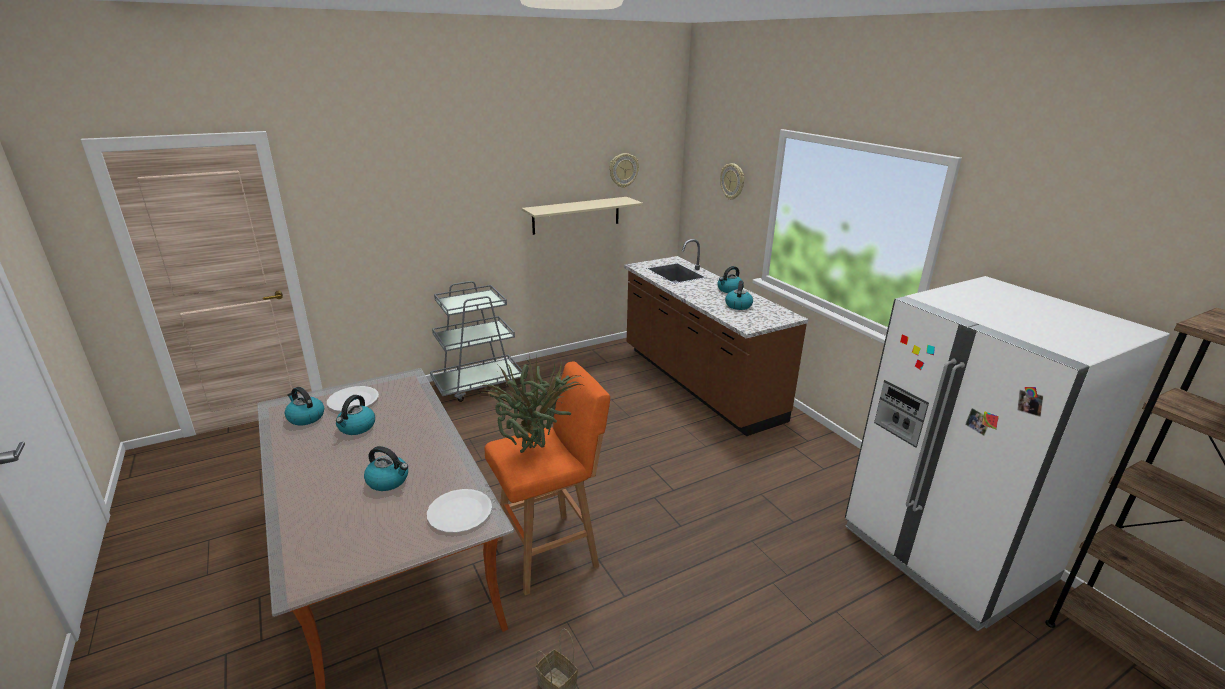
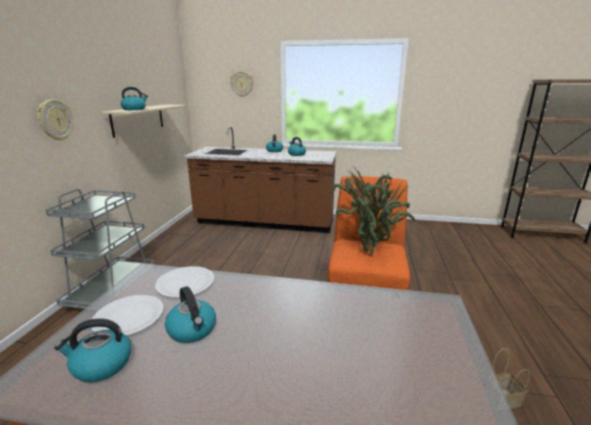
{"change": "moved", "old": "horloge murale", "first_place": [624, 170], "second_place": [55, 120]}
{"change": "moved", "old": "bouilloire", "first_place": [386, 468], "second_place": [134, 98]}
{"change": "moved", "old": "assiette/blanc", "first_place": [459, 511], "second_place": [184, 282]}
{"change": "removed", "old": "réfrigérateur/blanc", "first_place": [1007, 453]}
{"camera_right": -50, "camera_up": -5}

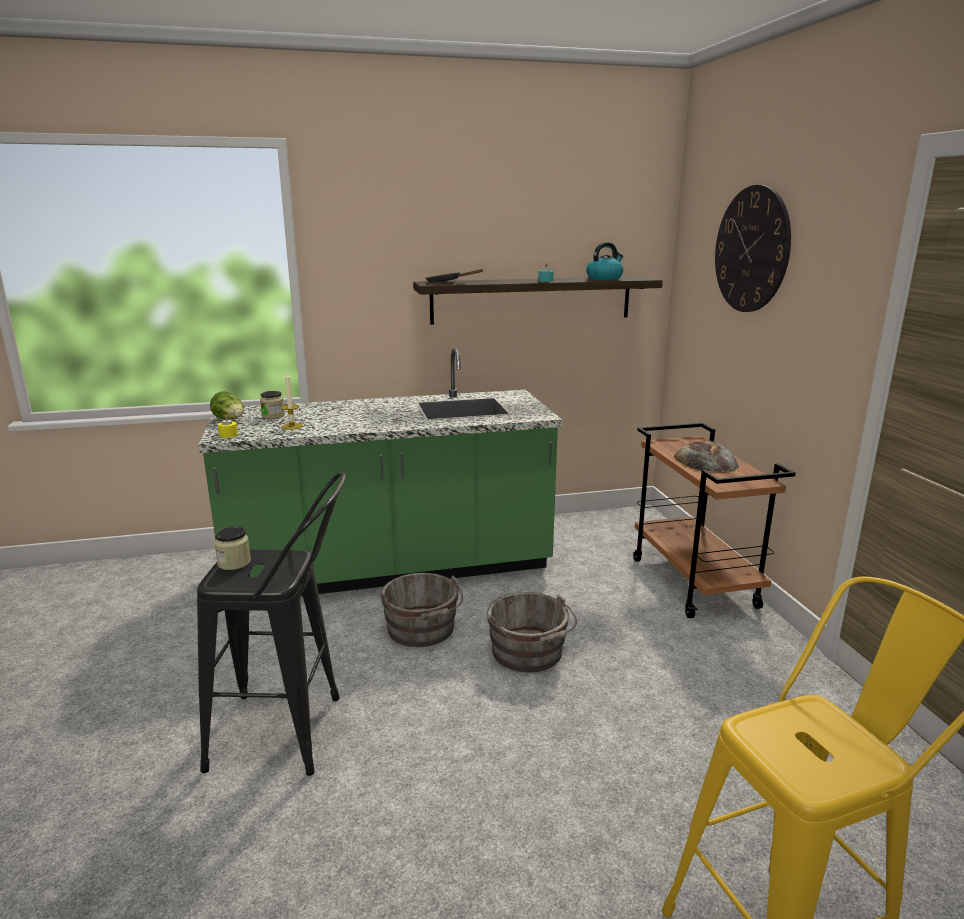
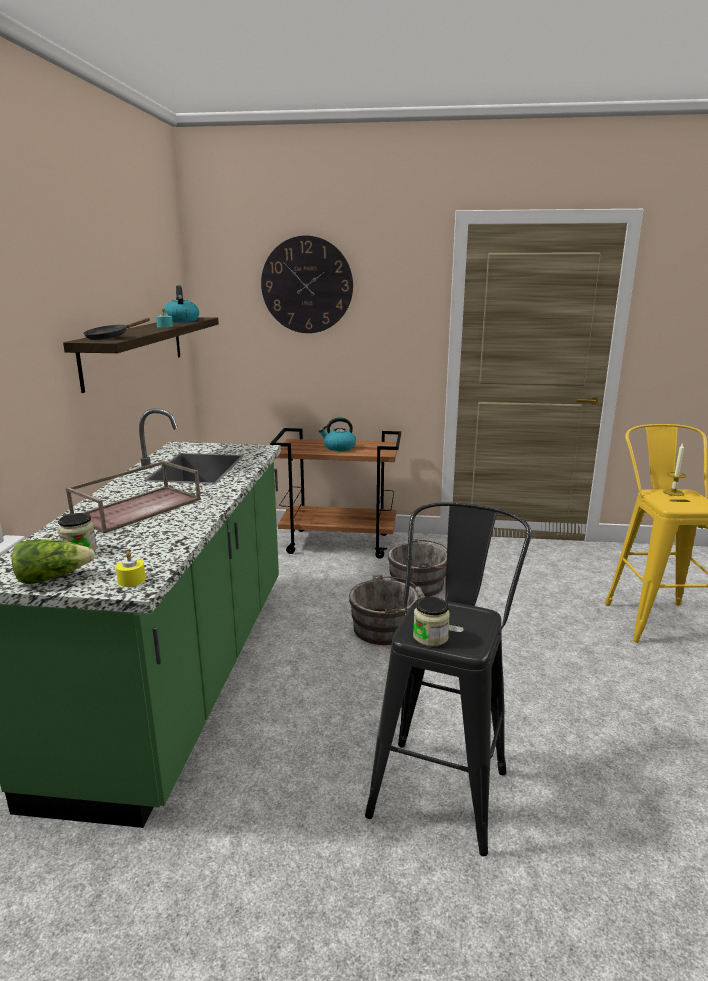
{"change": "added", "new": "plateau/marron", "second_place": [133, 497]}
{"change": "replaced", "old": "pain", "new": "bouilloire", "first_place": [706, 456], "second_place": [337, 434]}
{"change": "moved", "old": "seau/gris", "first_place": [421, 610], "second_place": [417, 567]}
{"change": "moved", "old": "bougie", "first_place": [292, 401], "second_place": [674, 469]}
{"camera_right": -70, "camera_up": 0}

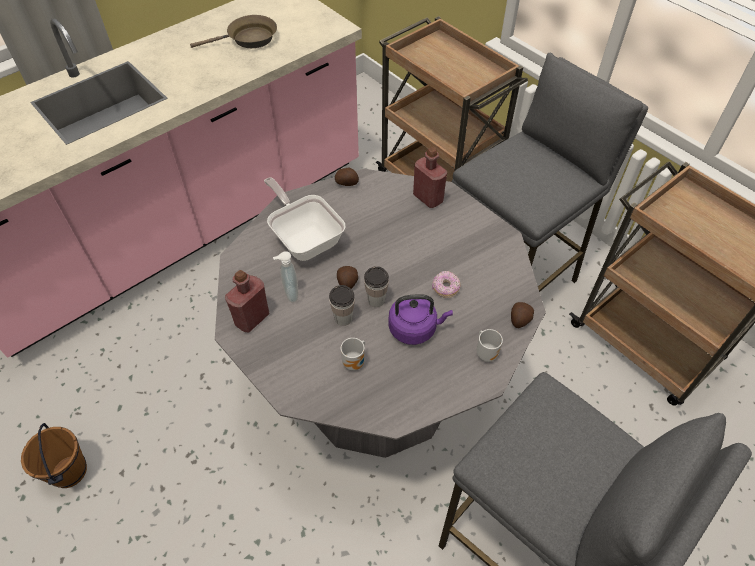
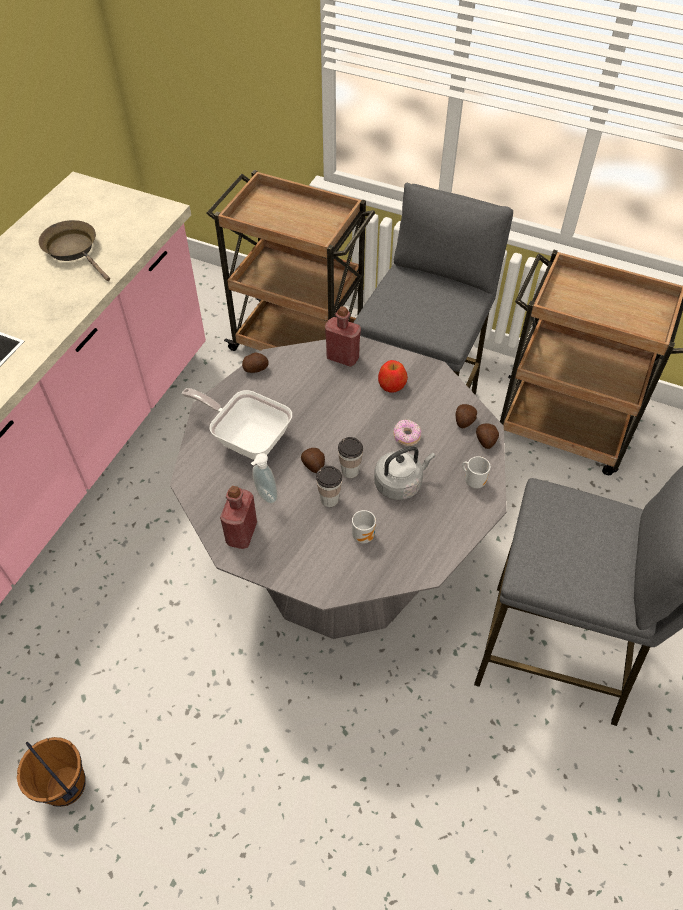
{"change": "turned", "old": "poêle/marron", "first_place": [233, 31], "second_place": [74, 250], "degrees": -90}
{"change": "recoloured", "old": "bouilloire/violet", "new": "bouilloire/gris", "first_place": [420, 320], "second_place": [404, 473]}
{"change": "added", "new": "pomme", "second_place": [393, 376]}
{"change": "added", "new": "pomme de terre", "second_place": [466, 416]}
{"camera_right": -25, "camera_up": 0}

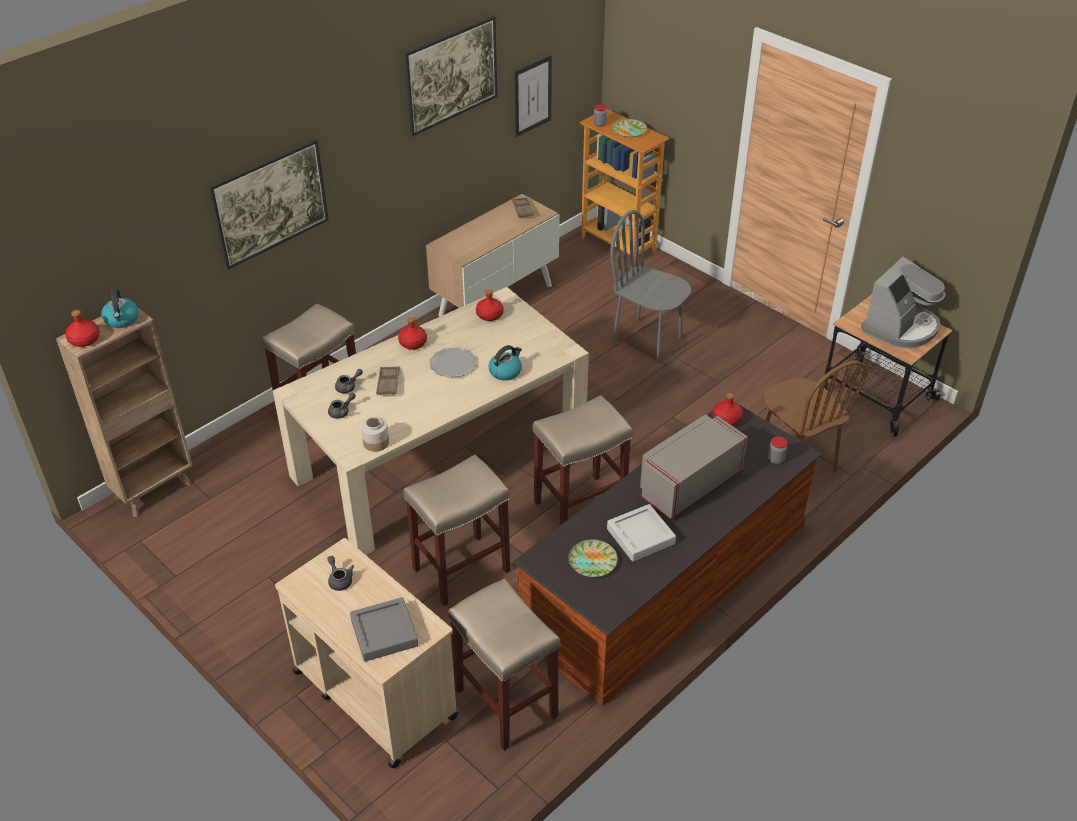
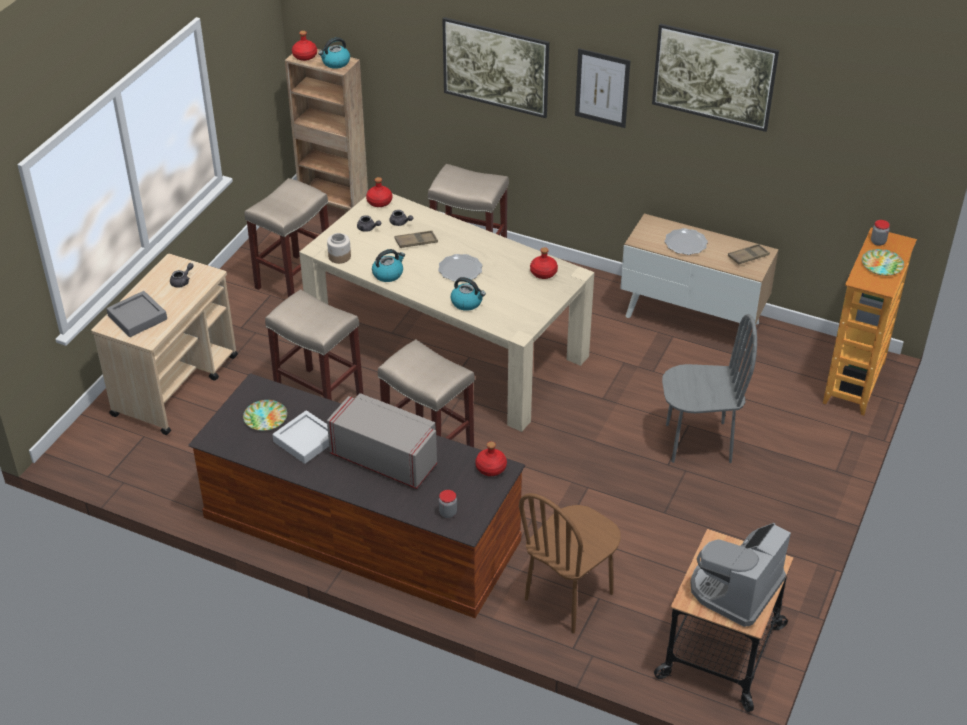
{"change": "moved", "old": "tabouret/beige", "first_place": [504, 664], "second_place": [288, 237]}
{"change": "moved", "old": "bouteille/rouge", "first_place": [412, 333], "second_place": [379, 192]}
{"change": "added", "new": "bouilloire", "second_place": [388, 265]}
{"change": "moved", "old": "tableau", "first_place": [533, 96], "second_place": [602, 88]}
{"change": "turned", "old": "chaise/gris", "first_place": [650, 286], "second_place": [709, 388], "degrees": 75}
{"change": "added", "new": "assiette", "second_place": [686, 241]}
{"change": "turned", "old": "machine à café", "first_place": [903, 302], "second_place": [740, 575], "degrees": 105}
{"camera_right": 70, "camera_up": 0}

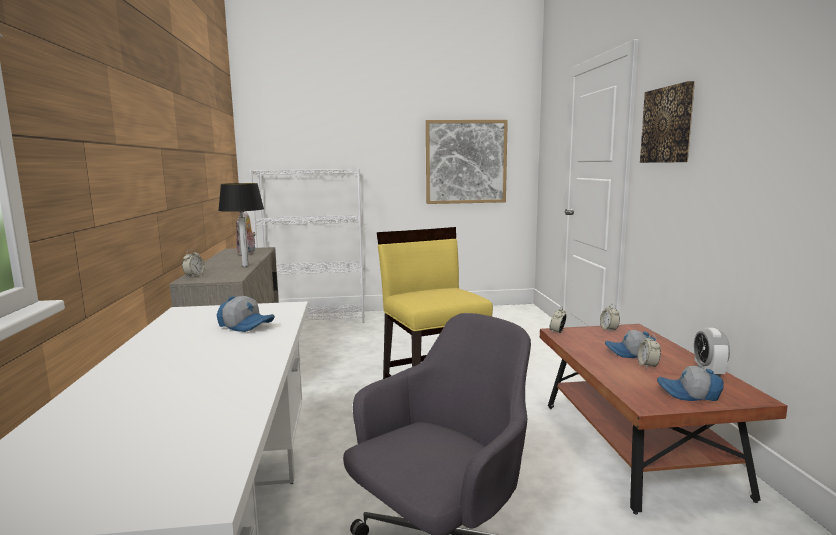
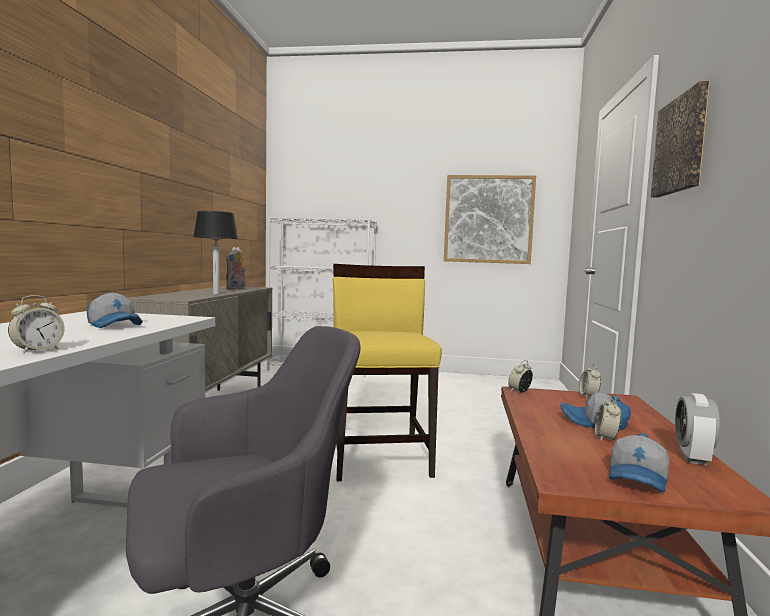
{"change": "moved", "old": "réveil", "first_place": [193, 263], "second_place": [36, 324]}
{"change": "turned", "old": "casquette", "first_place": [690, 383], "second_place": [639, 462], "degrees": -90}
{"camera_right": 15, "camera_up": -5}

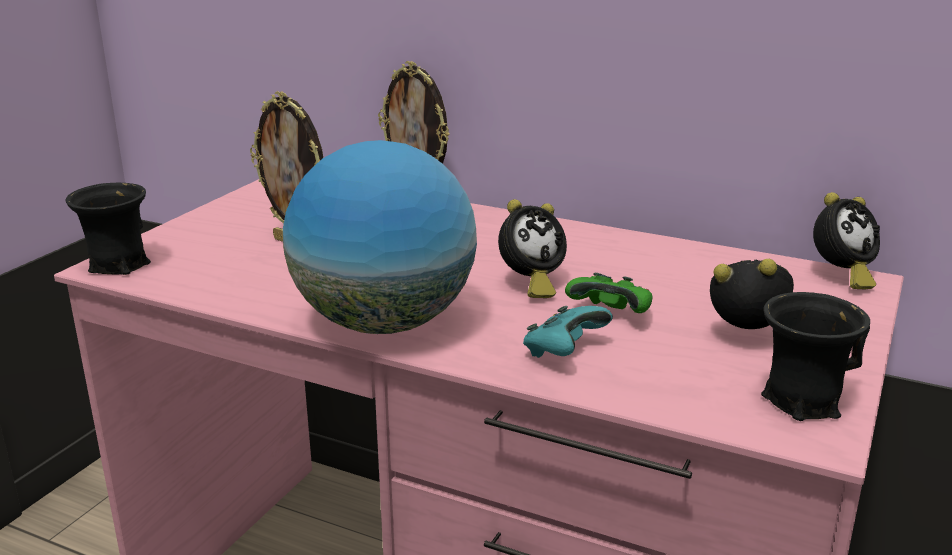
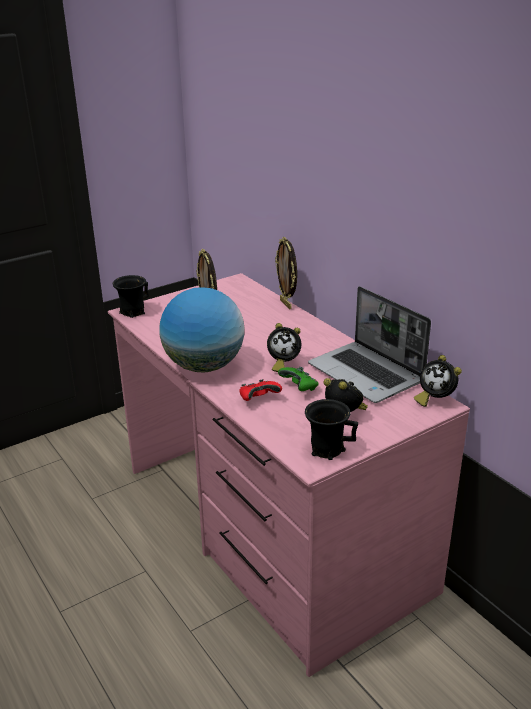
{"change": "recoloured", "old": "manette/turquoise", "new": "manette/rouge", "first_place": [568, 332], "second_place": [260, 390]}
{"change": "added", "new": "ordinateur portable", "second_place": [369, 344]}
{"change": "turned", "old": "réveil", "first_place": [846, 240], "second_place": [438, 381], "degrees": 45}
{"camera_right": 30, "camera_up": 5}

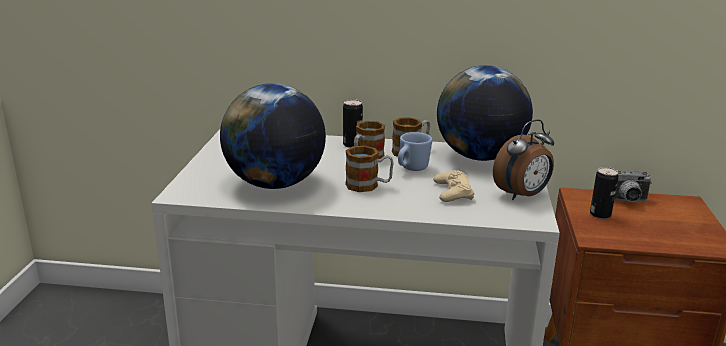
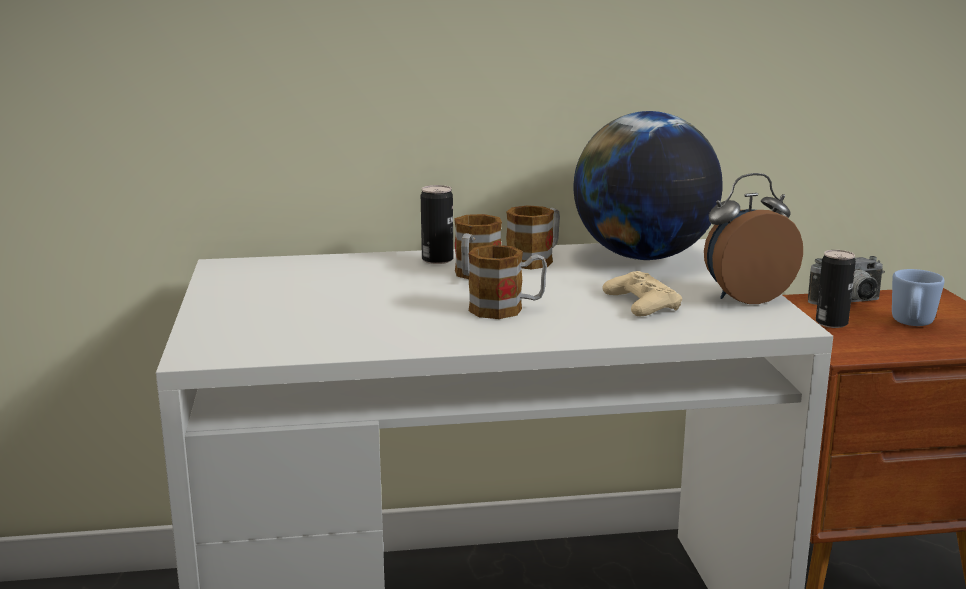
{"change": "turned", "old": "réveil", "first_place": [523, 160], "second_place": [753, 238], "degrees": -150}
{"change": "moved", "old": "mug/bleu", "first_place": [415, 151], "second_place": [918, 297]}
{"change": "removed", "old": "globe", "first_place": [273, 136]}
{"camera_right": -15, "camera_up": -5}

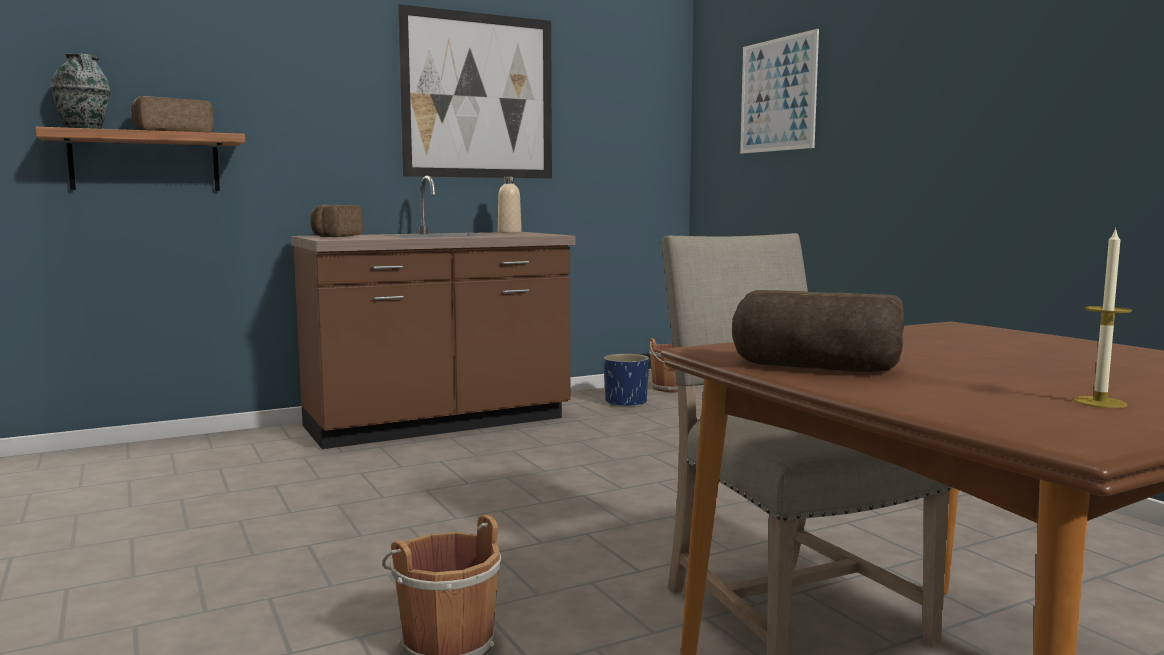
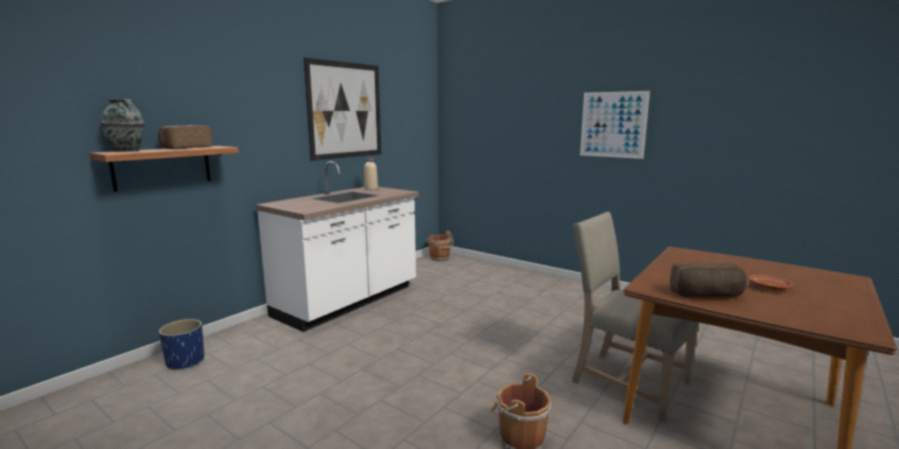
{"change": "moved", "old": "cache-pot/bleu", "first_place": [626, 380], "second_place": [181, 344]}
{"change": "recoloured", "old": "comptoir de cuisine/marron", "new": "comptoir de cuisine/blanc", "first_place": [433, 312], "second_place": [337, 246]}
{"change": "moved", "old": "tableau", "first_place": [779, 91], "second_place": [615, 125]}
{"change": "added", "new": "assiette/marron", "second_place": [771, 283]}
{"change": "removed", "old": "pain", "first_place": [336, 220]}
{"change": "removed", "old": "bougie", "first_place": [1103, 317]}
{"camera_right": -25, "camera_up": 5}

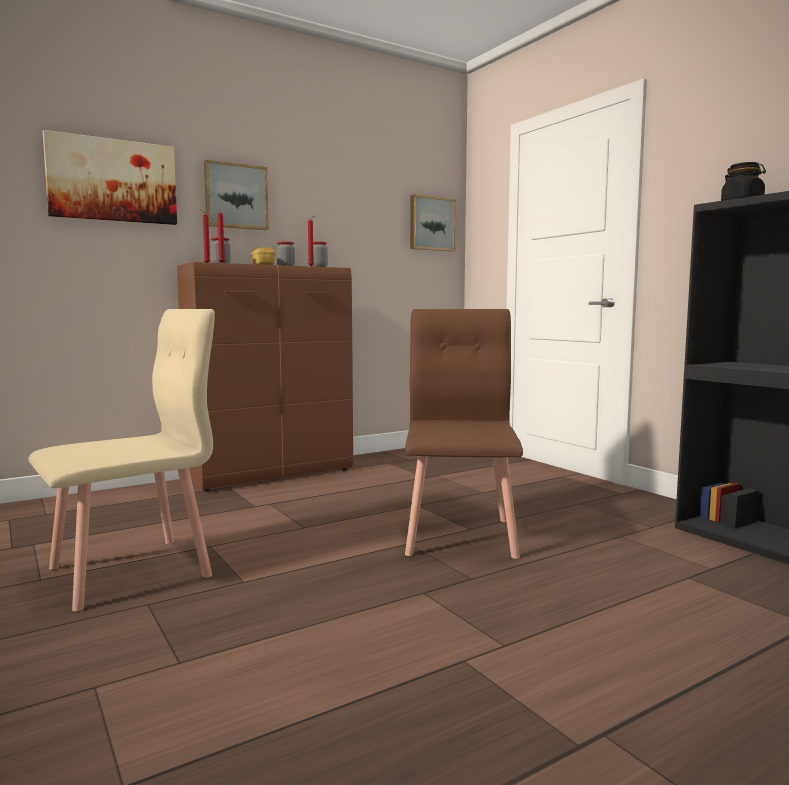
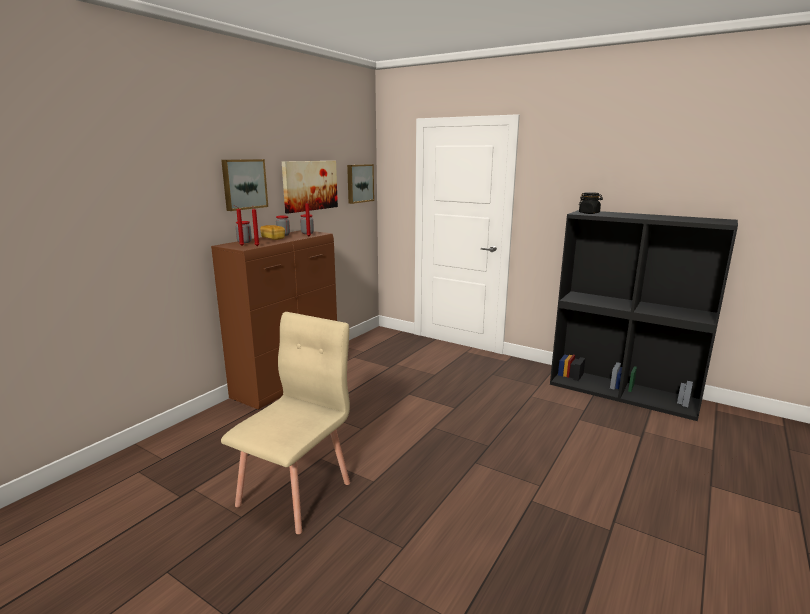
{"change": "moved", "old": "tableau", "first_place": [110, 177], "second_place": [310, 187]}
{"change": "removed", "old": "chaise/marron", "first_place": [464, 434]}
{"camera_right": -25, "camera_up": 10}

